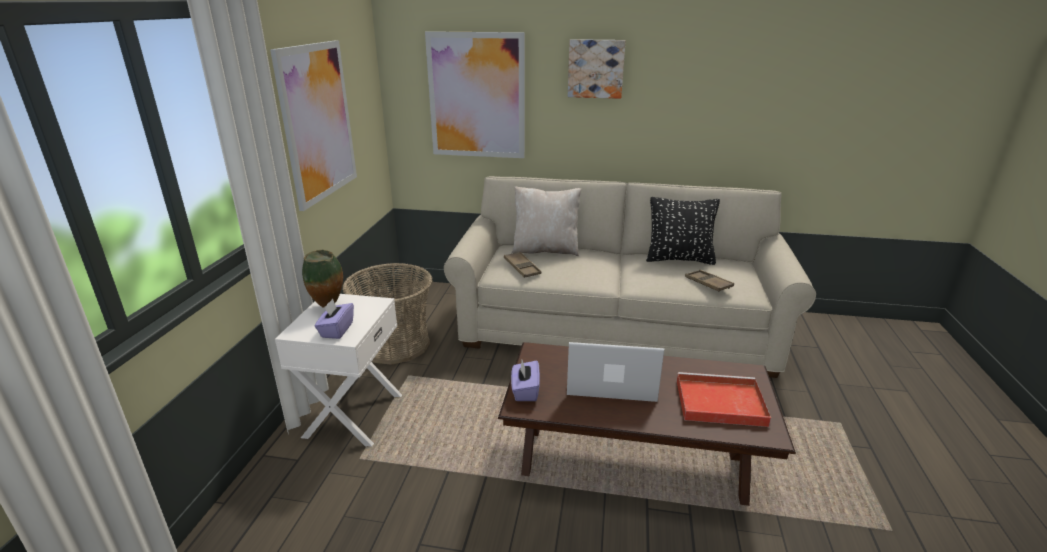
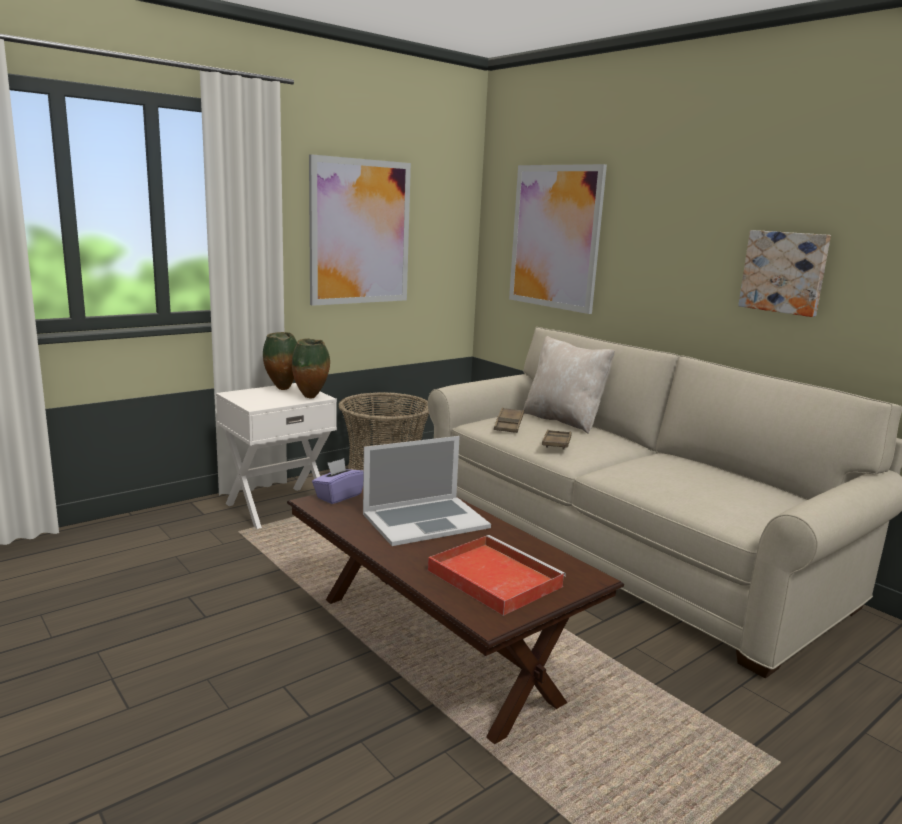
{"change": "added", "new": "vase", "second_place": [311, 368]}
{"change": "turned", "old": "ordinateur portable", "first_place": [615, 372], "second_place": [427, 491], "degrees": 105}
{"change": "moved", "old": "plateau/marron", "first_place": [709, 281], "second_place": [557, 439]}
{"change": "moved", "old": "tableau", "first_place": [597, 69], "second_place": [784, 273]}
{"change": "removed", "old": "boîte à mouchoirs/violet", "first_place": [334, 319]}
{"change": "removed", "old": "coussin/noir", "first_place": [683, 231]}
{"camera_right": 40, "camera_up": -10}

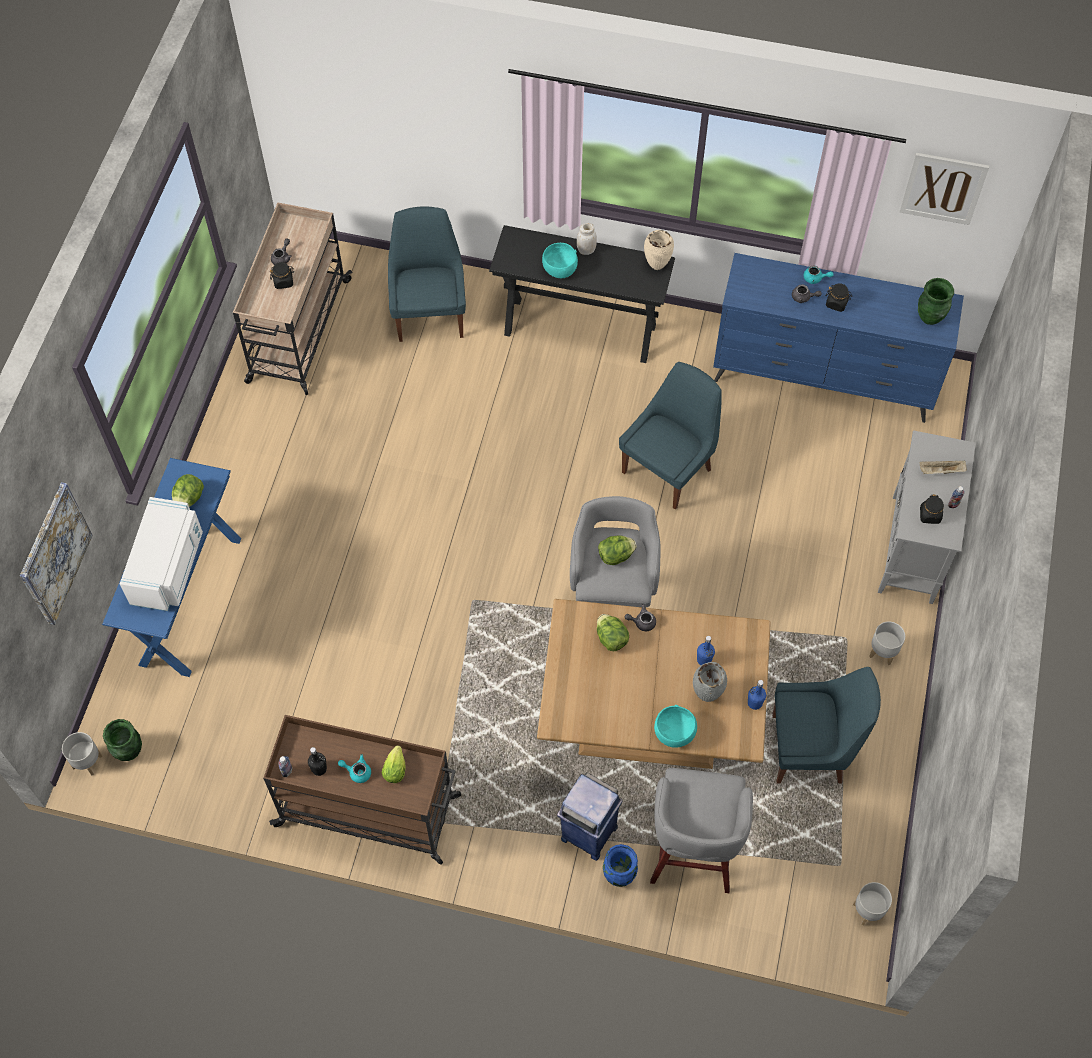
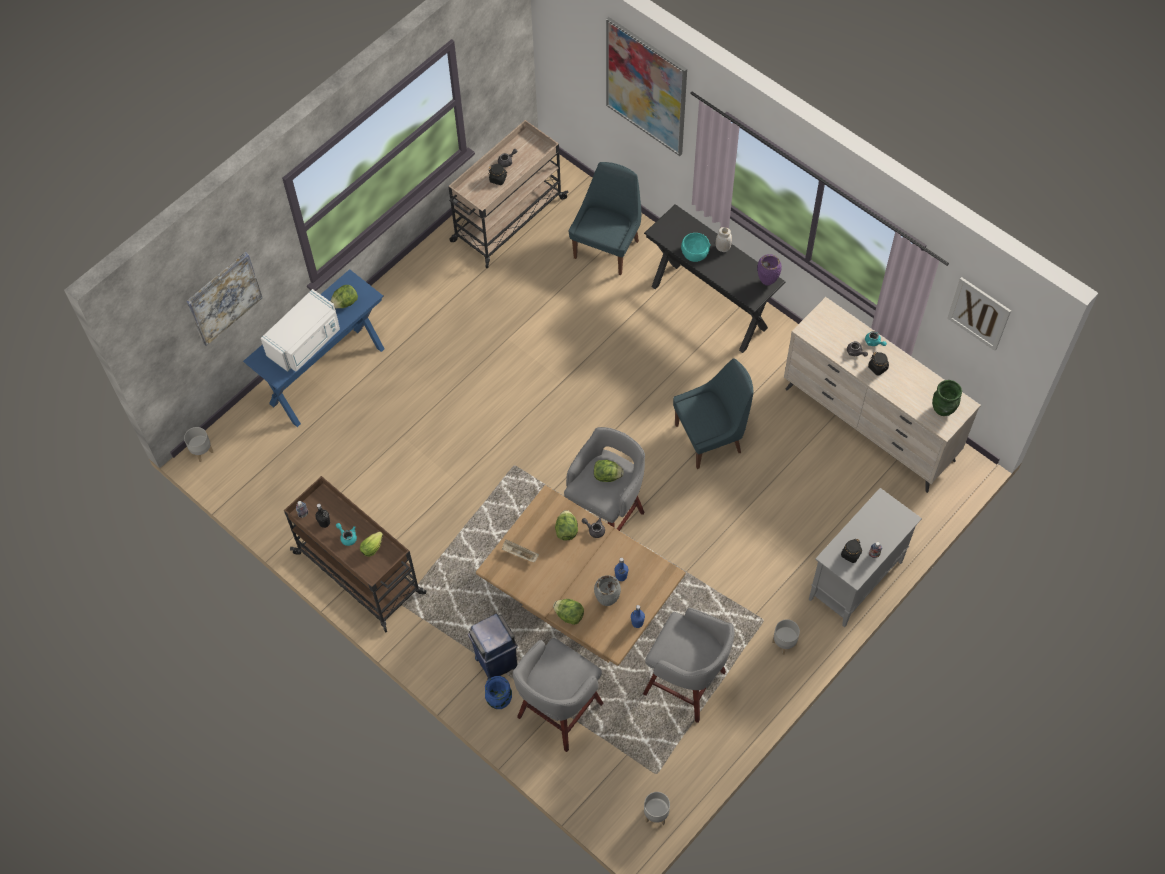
{"change": "moved", "old": "plateau/beige", "first_place": [943, 467], "second_place": [520, 550]}
{"change": "replaced", "old": "bol/turquoise", "new": "laitue", "first_place": [675, 726], "second_place": [568, 612]}
{"change": "added", "new": "tableau", "second_place": [646, 86]}
{"change": "replaced", "old": "chaise/bleu", "new": "tabouret/gris", "first_place": [826, 725], "second_place": [688, 665]}
{"change": "recoloured", "old": "vase/beige", "new": "vase/violet", "first_place": [659, 250], "second_place": [769, 269]}
{"change": "recoloured", "old": "commode/bleu", "new": "commode/beige", "first_place": [838, 338], "second_place": [882, 395]}
{"change": "removed", "old": "vase/vert", "first_place": [122, 740]}
{"camera_right": 30, "camera_up": 0}

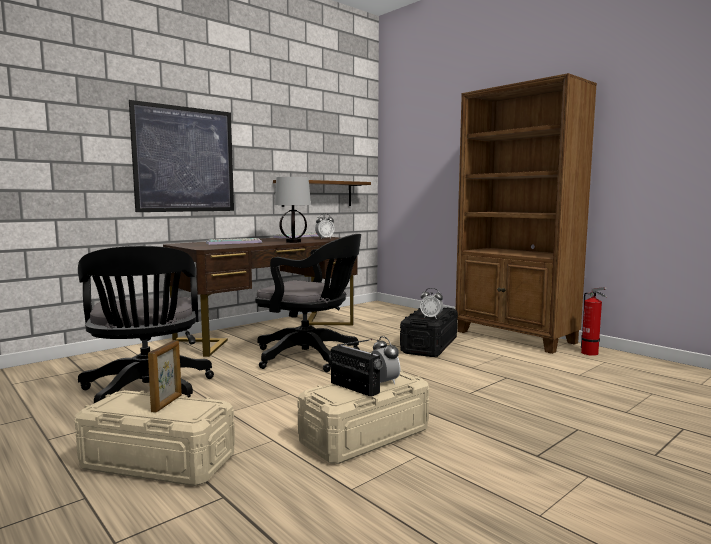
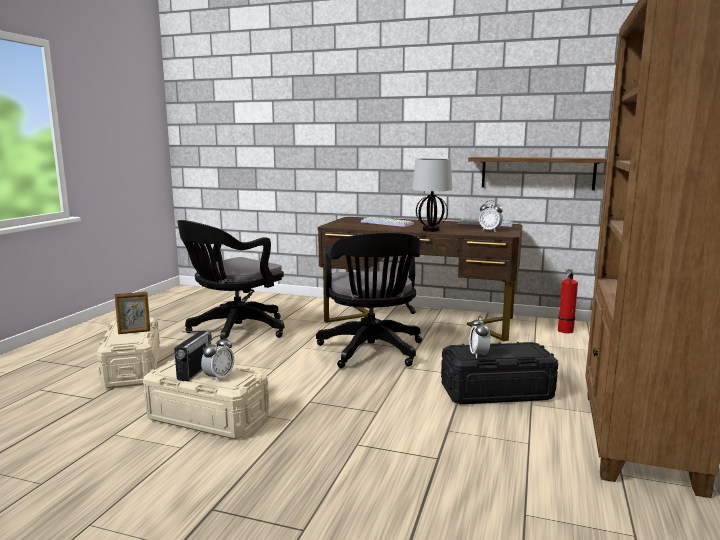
{"change": "moved", "old": "extincteur", "first_place": [594, 321], "second_place": [568, 301]}
{"change": "removed", "old": "tableau", "first_place": [181, 156]}
{"camera_right": 60, "camera_up": 5}

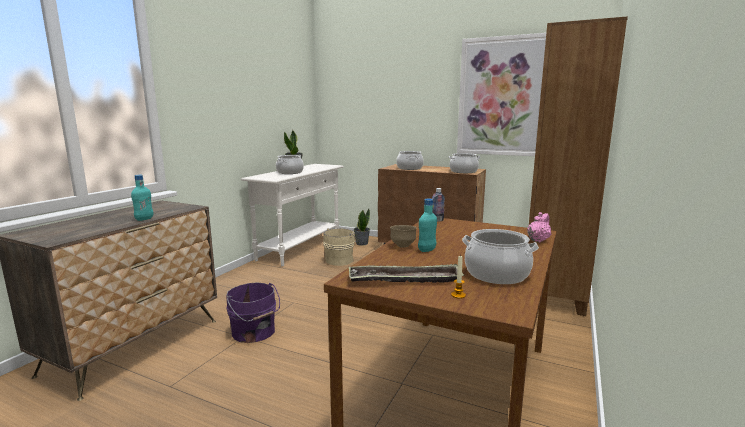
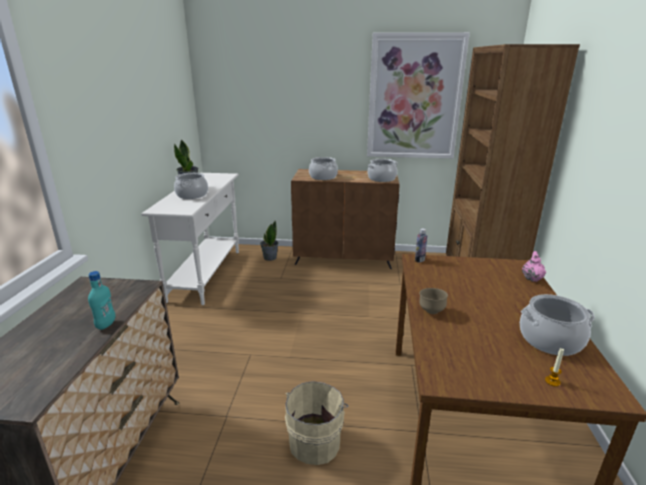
{"change": "moved", "old": "seau/beige", "first_place": [340, 247], "second_place": [317, 423]}
{"change": "removed", "old": "seau/violet", "first_place": [253, 312]}
{"change": "removed", "old": "plateau", "first_place": [406, 273]}
{"change": "removed", "old": "bouteille/turquoise", "first_place": [427, 225]}
{"camera_right": -20, "camera_up": 10}

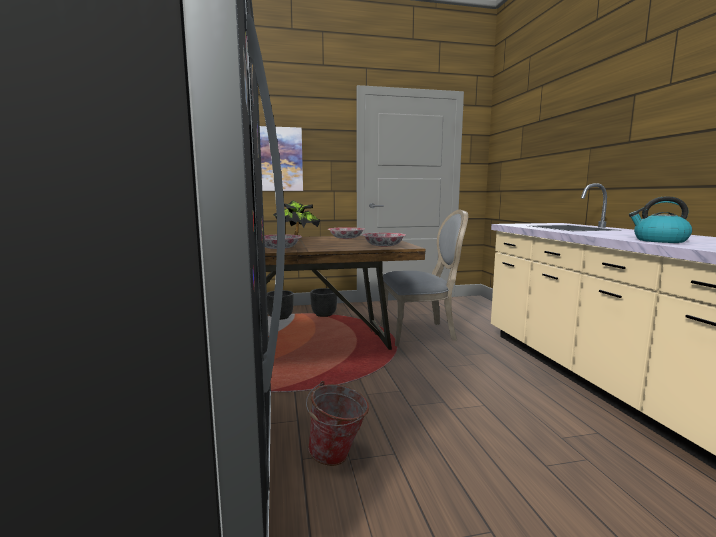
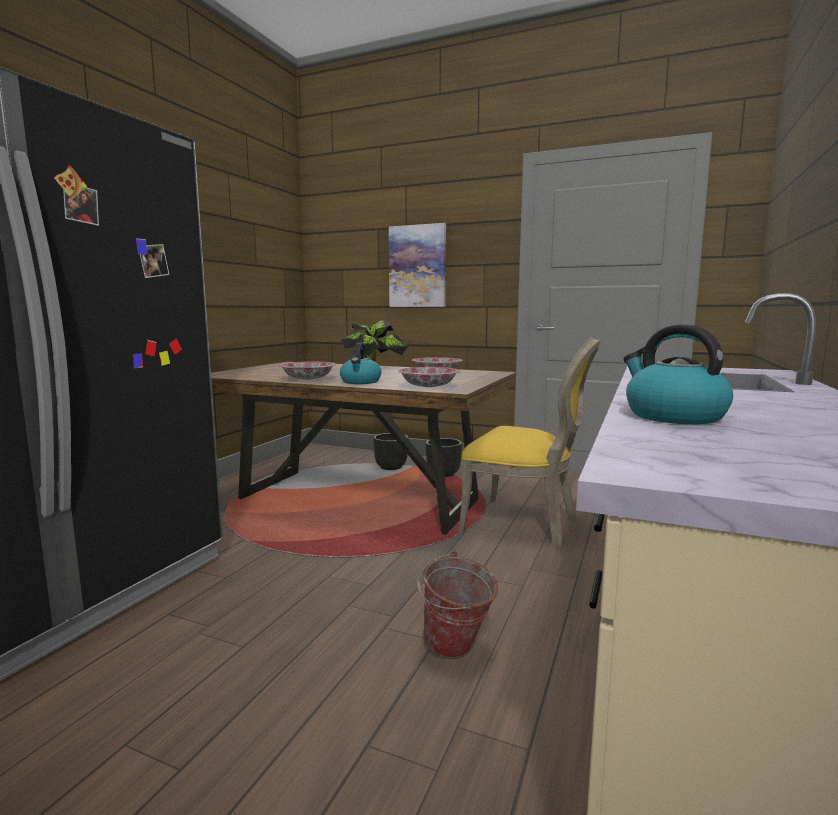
{"change": "added", "new": "bouilloire", "second_place": [360, 363]}
{"change": "moved", "old": "seau", "first_place": [337, 423], "second_place": [457, 605]}
{"change": "recoloured", "old": "chaise/gris", "new": "chaise/jaune", "first_place": [424, 278], "second_place": [529, 443]}
{"camera_right": 35, "camera_up": 0}

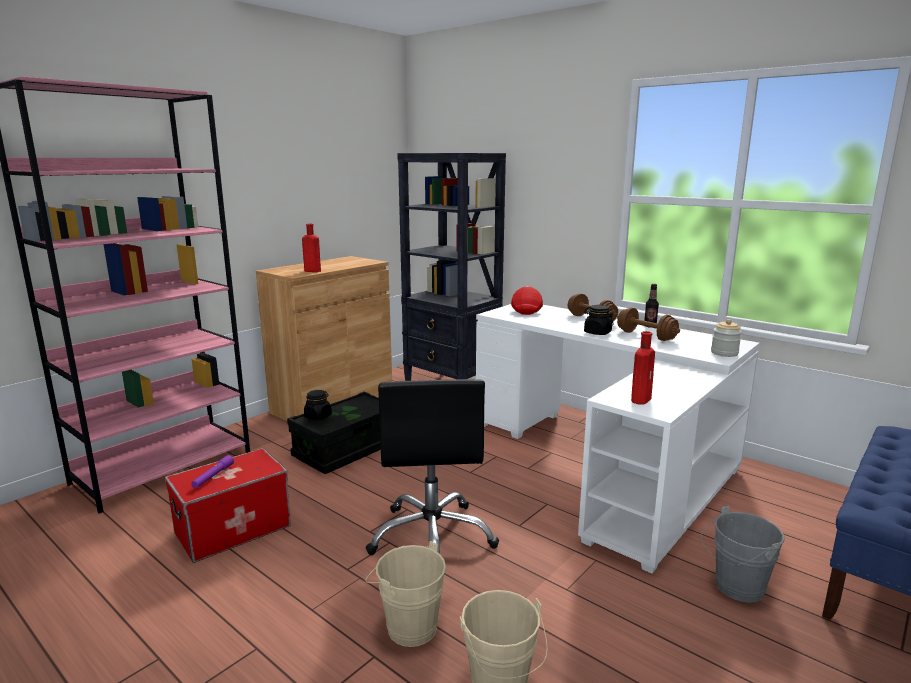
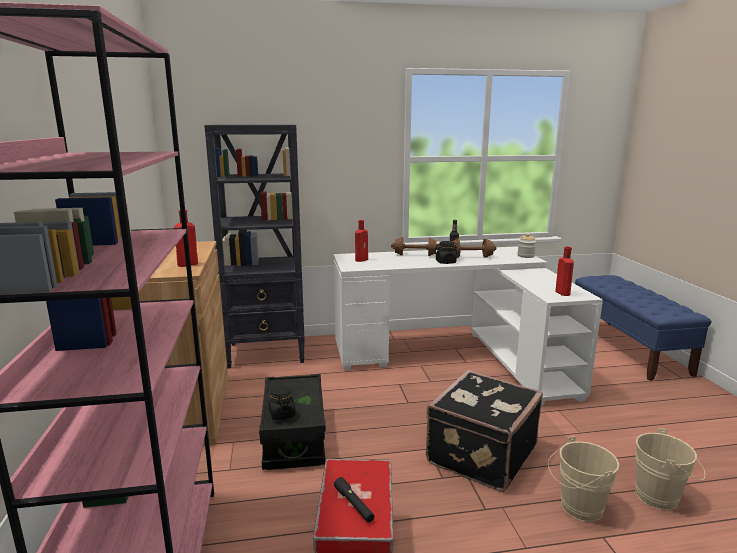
{"change": "recoloured", "old": "lampe de poche/violet", "new": "lampe de poche/noir", "first_place": [212, 471], "second_place": [354, 500]}
{"change": "replaced", "old": "casquette/rouge", "new": "bouteille/rouge", "first_place": [527, 300], "second_place": [361, 241]}
{"change": "replaced", "old": "chaise de bureau/noir", "new": "valise/noir", "first_place": [432, 467], "second_place": [484, 431]}
{"change": "removed", "old": "seau/gris", "first_place": [742, 554]}
{"camera_right": -50, "camera_up": 0}

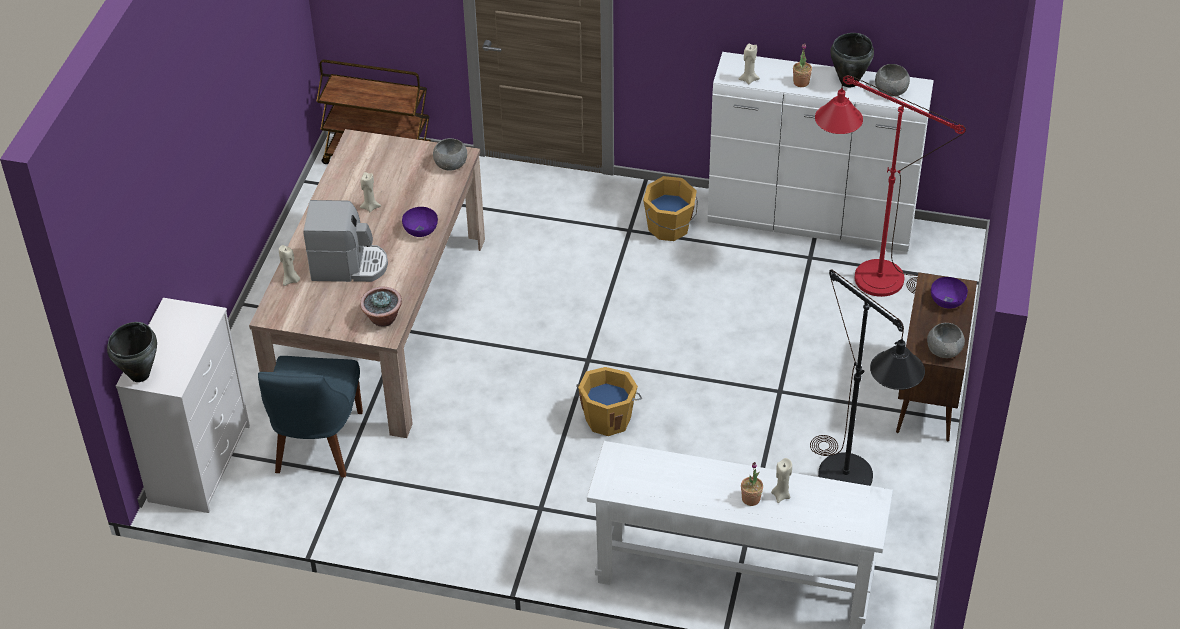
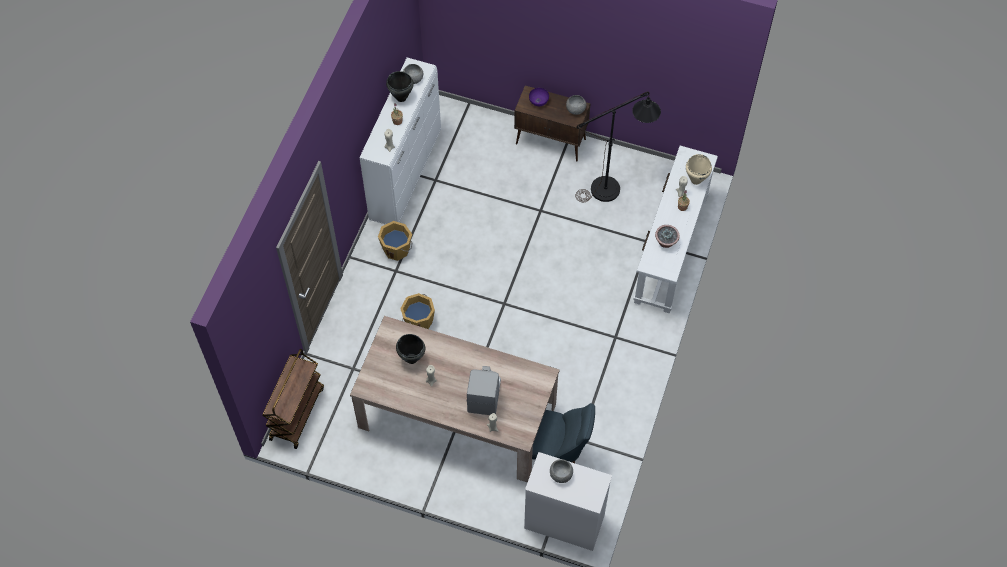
{"change": "moved", "old": "marmite/noir", "first_place": [132, 352], "second_place": [410, 349]}
{"change": "moved", "old": "seau/orange", "first_place": [609, 401], "second_place": [417, 311]}
{"change": "moved", "old": "bol/gris", "first_place": [450, 154], "second_place": [561, 471]}
{"change": "moved", "old": "plante en pot", "first_place": [381, 307], "second_place": [667, 236]}
{"change": "added", "new": "marmite/beige", "second_place": [699, 169]}
{"change": "removed", "old": "bol/violet", "first_place": [420, 222]}
{"change": "removed", "old": "lampadaire/rouge", "first_place": [890, 186]}
{"camera_right": -85, "camera_up": 15}

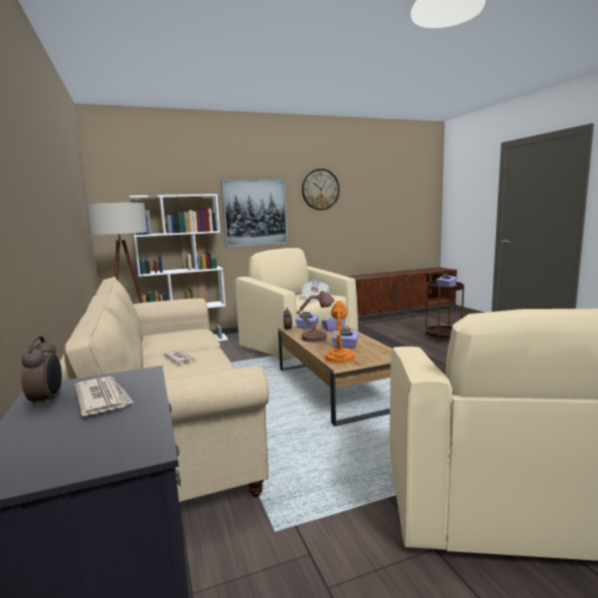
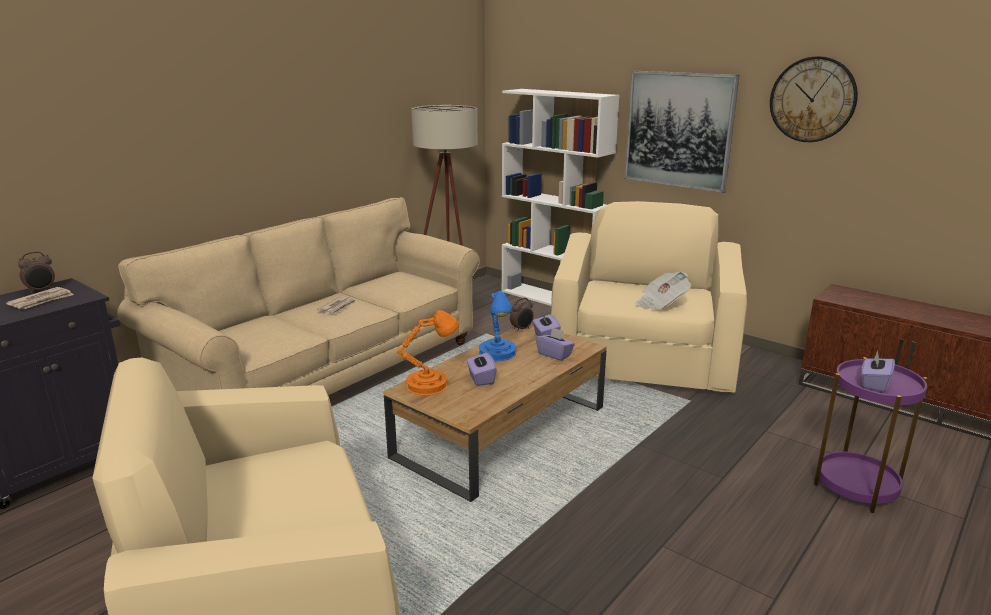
{"change": "recoloured", "old": "lampe de table/marron", "new": "lampe de table/bleu", "first_place": [316, 316], "second_place": [497, 326]}
{"change": "recoloured", "old": "table d'appoint/marron", "new": "table d'appoint/violet", "first_place": [444, 311], "second_place": [871, 435]}
{"camera_right": 60, "camera_up": 10}

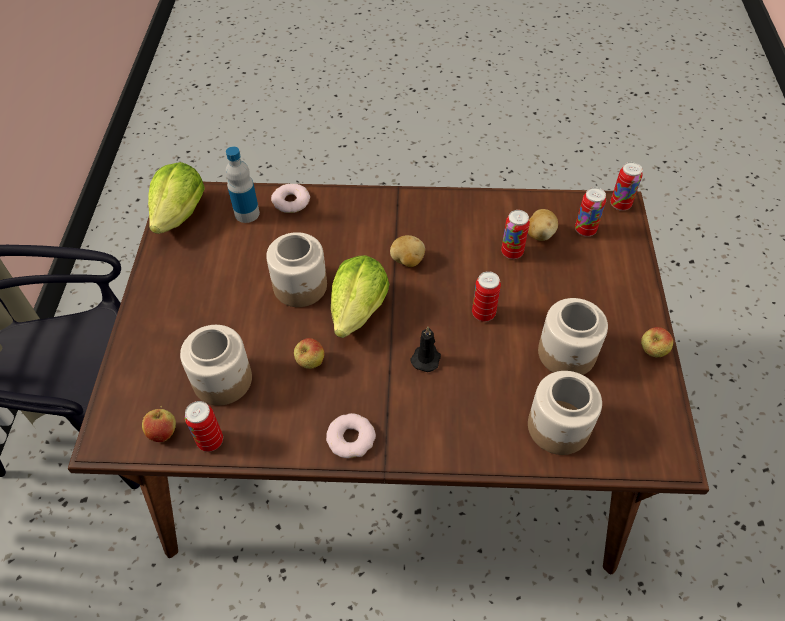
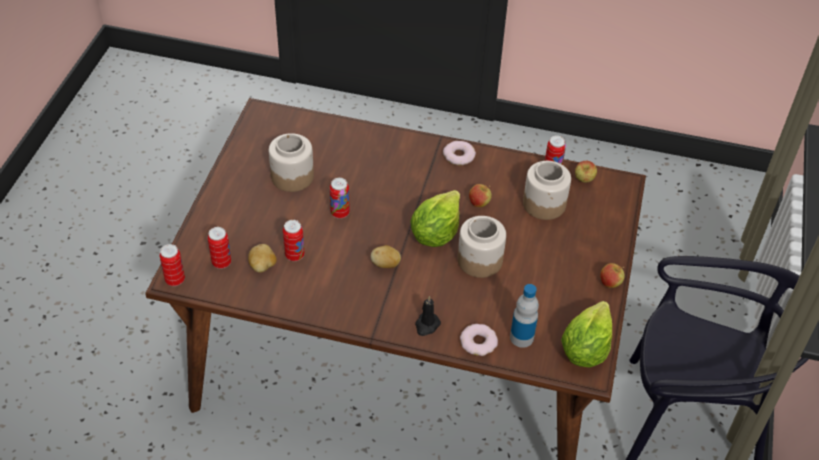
{"change": "moved", "old": "bougie/noir", "first_place": [425, 349], "second_place": [428, 316]}
{"change": "moved", "old": "pomme", "first_place": [657, 342], "second_place": [612, 275]}
{"change": "removed", "old": "bocal", "first_place": [565, 413]}
{"camera_right": -170, "camera_up": -5}

